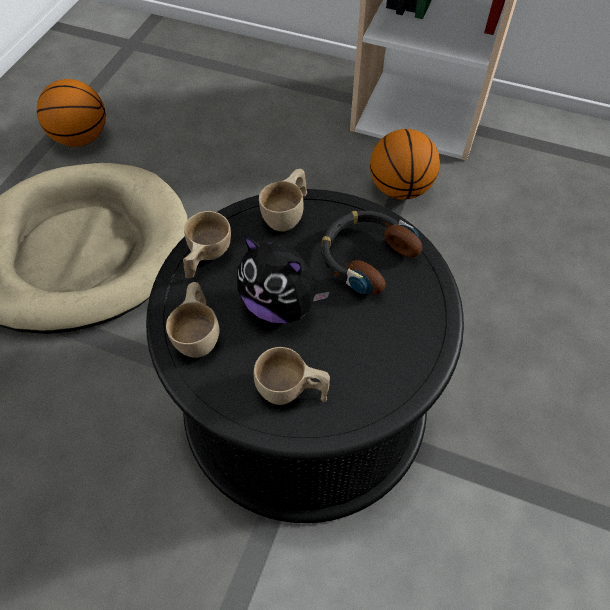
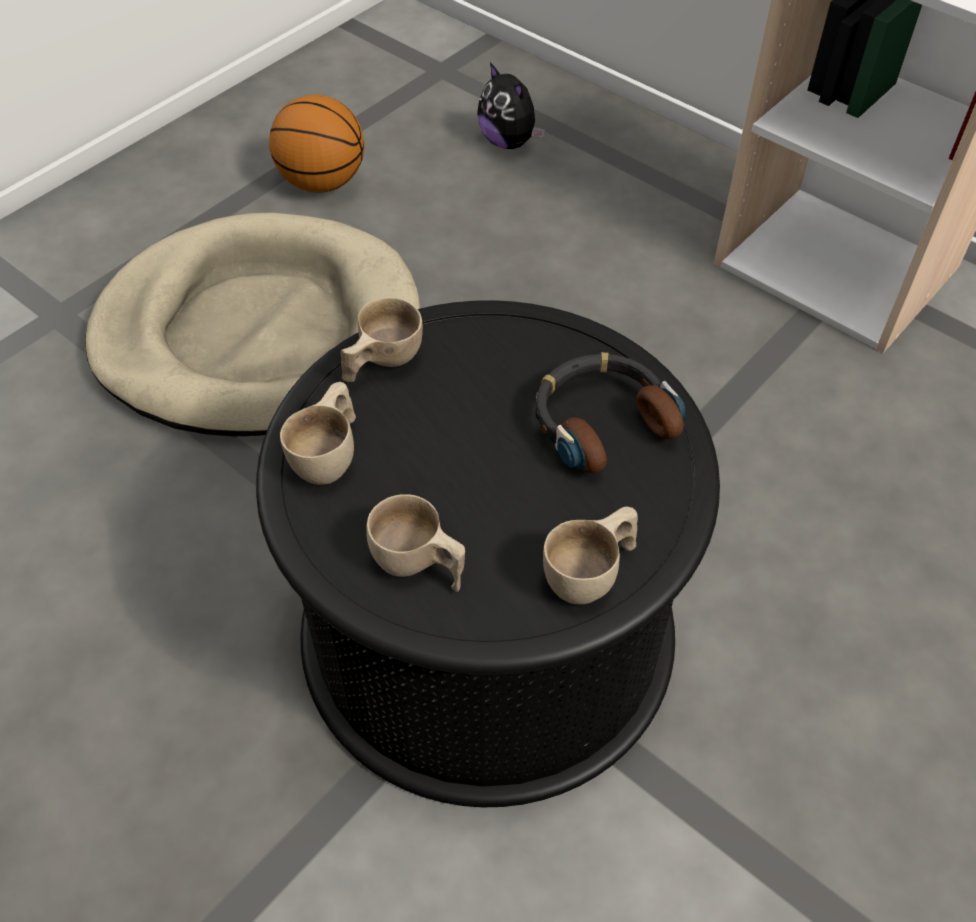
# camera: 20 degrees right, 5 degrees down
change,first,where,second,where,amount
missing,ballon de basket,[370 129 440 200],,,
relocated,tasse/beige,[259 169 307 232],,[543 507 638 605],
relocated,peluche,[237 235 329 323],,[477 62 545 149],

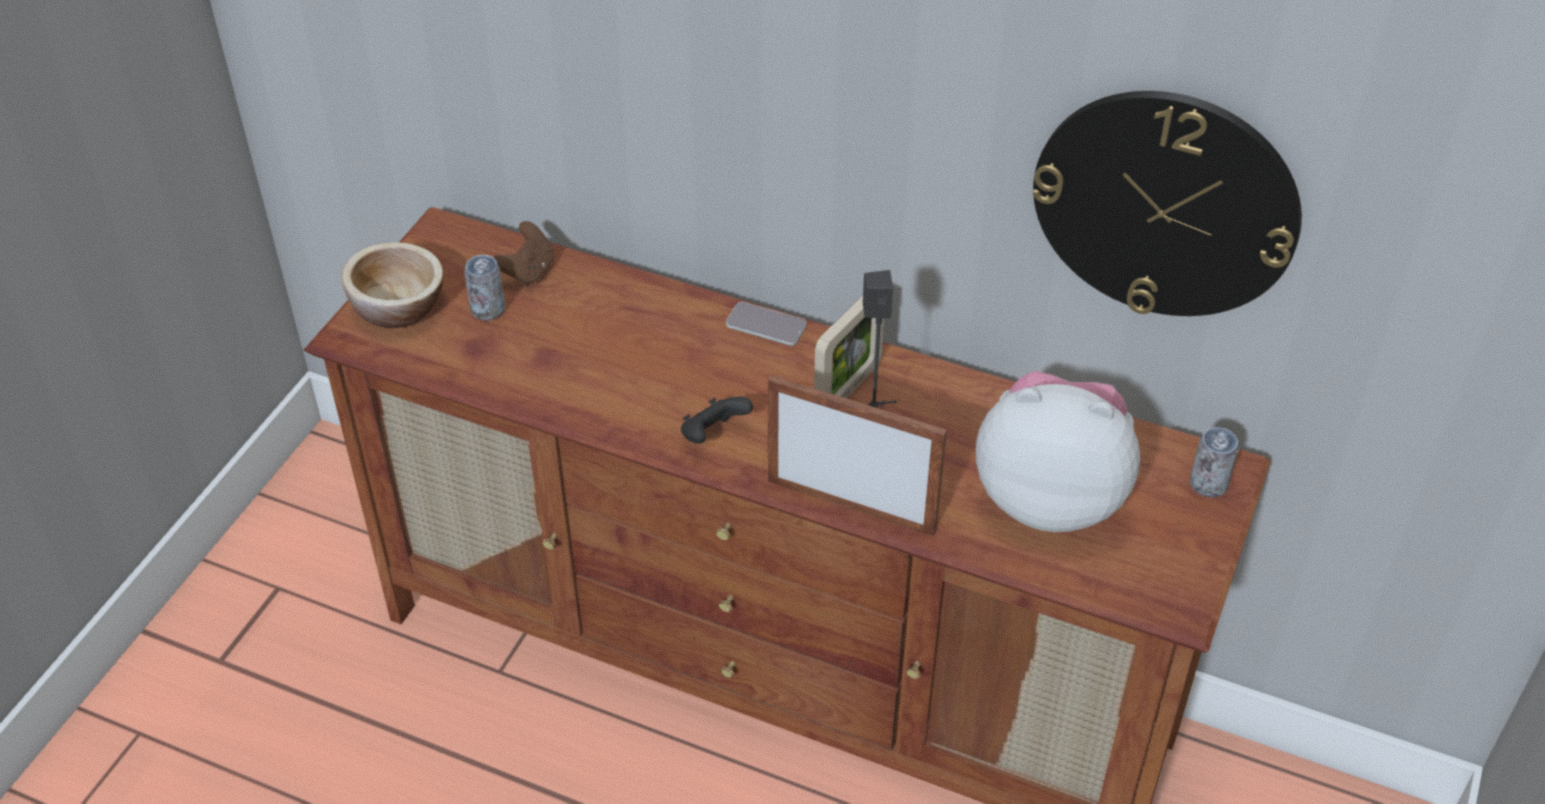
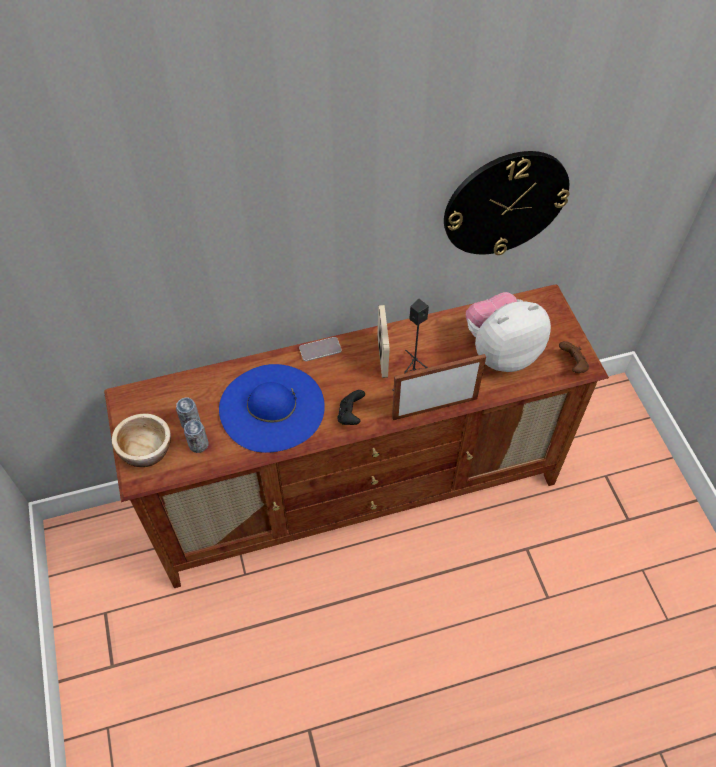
# camera: 40 degrees left, 10 degrees up
change,first,where,second,where,amount
relocated,manette/marron,[493 221 554 286],,[559 341 589 373],
relocated,boîte métallique,[1190 427 1239 498],,[184 419 208 453],
appeared,,,chapeau/bleu,[219 364 325 453],

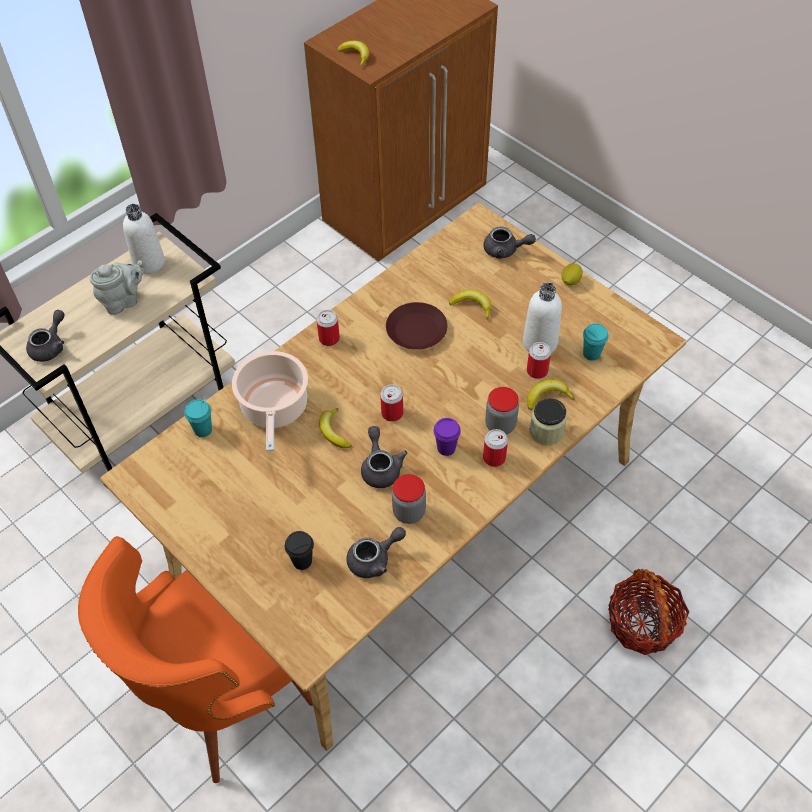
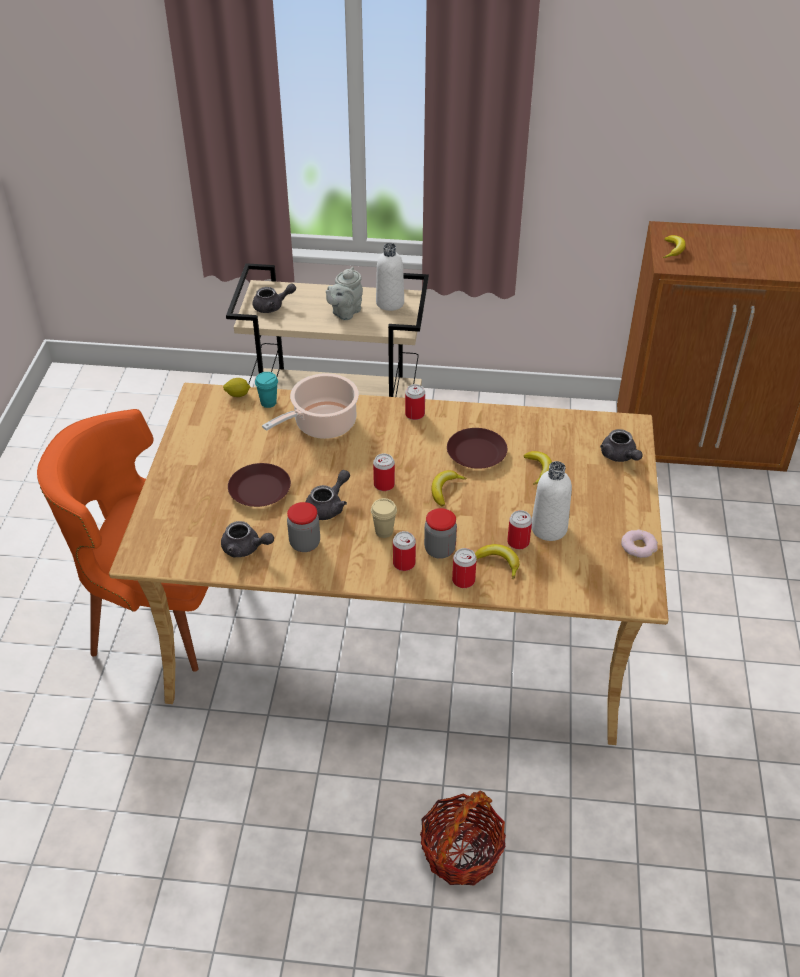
# camera: 50 degrees right, 10 degrees down
change,first,where,second,where,amount
spun,théière/gris,[90 260 146 315],,[326 267 363 320],105 degrees clockwise
relocated,citron,[561 263 583 285],,[223 378 250 397],
missing,tasse/turquoise,[583 323 609 361],,,
exchanged,bocal,[530 398 567 445],boîte métallique,[452 548 477 588],
relocated,banane,[319 408 352 448],,[431 470 467 506],
colour,tasse/violet,[433 418 461 456],tasse/beige,[371 498 397 538],
missing,tasse/noir,[285 531 314 570],,,
appeared,,,assiette/marron,[228 463 291 507],
appeared,,,beignet,[621 530 658 558],

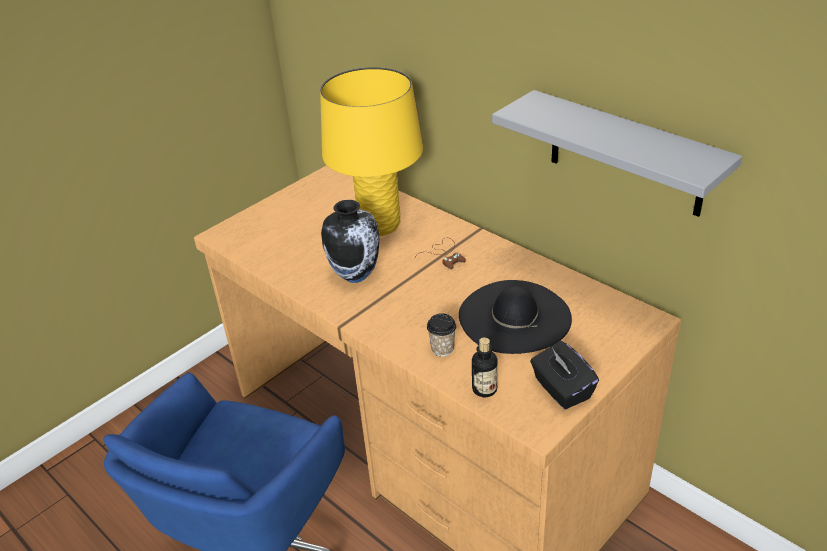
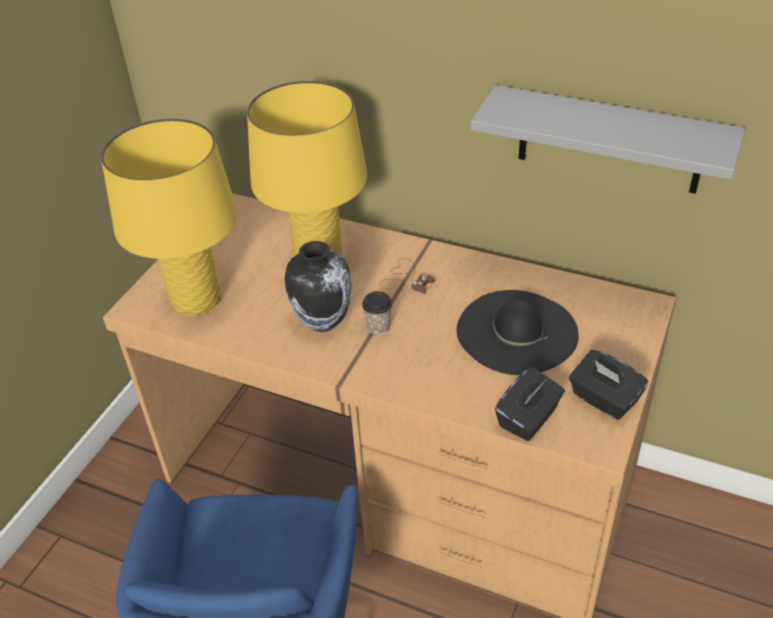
# camera: 20 degrees left, 5 degrees up
change,first,where,second,where,amount
relocated,tasse,[427 313 456 356],,[362 291 392 335],
exchanged,bouteille,[472 337 498 397],boîte à mouchoirs/noir,[495 367 565 441],
appeared,,,lampe de table/jaune,[101 119 238 316],

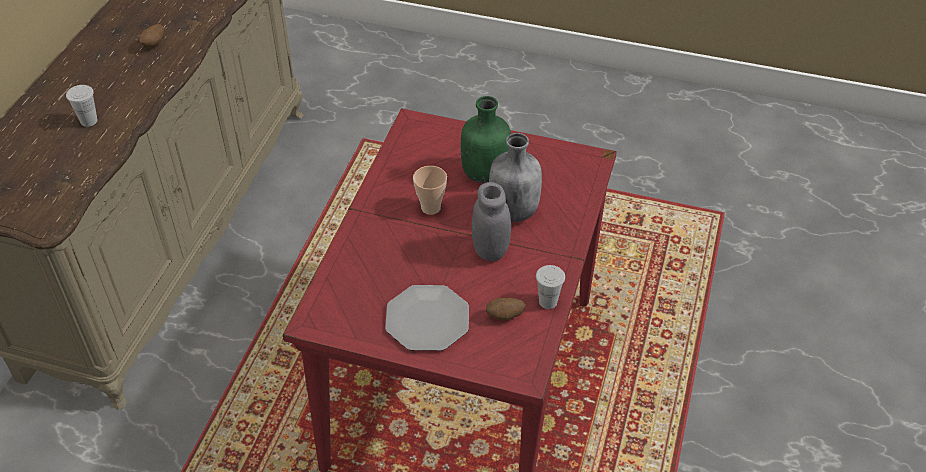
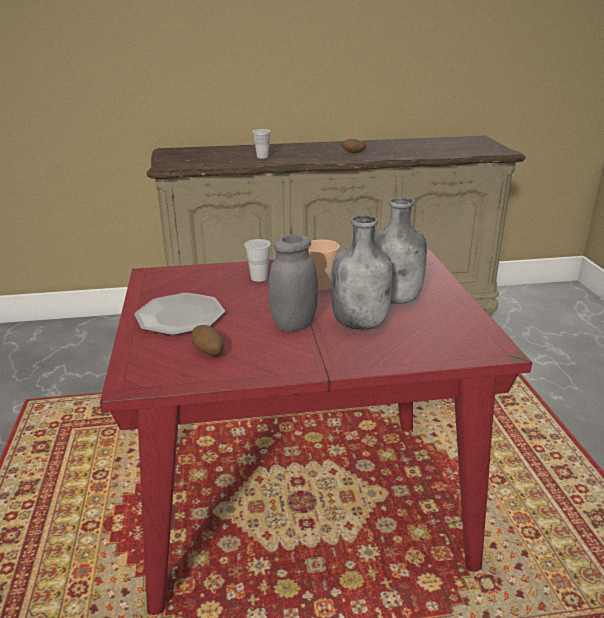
# camera: 65 degrees right, 20 degrees down
change,first,where,second,where,amount
colour,bouteille/vert,[461 96 511 184],bouteille/gris,[374 197 427 304],
relocated,tasse/blanc,[536 265 565 309],,[244 239 271 282],

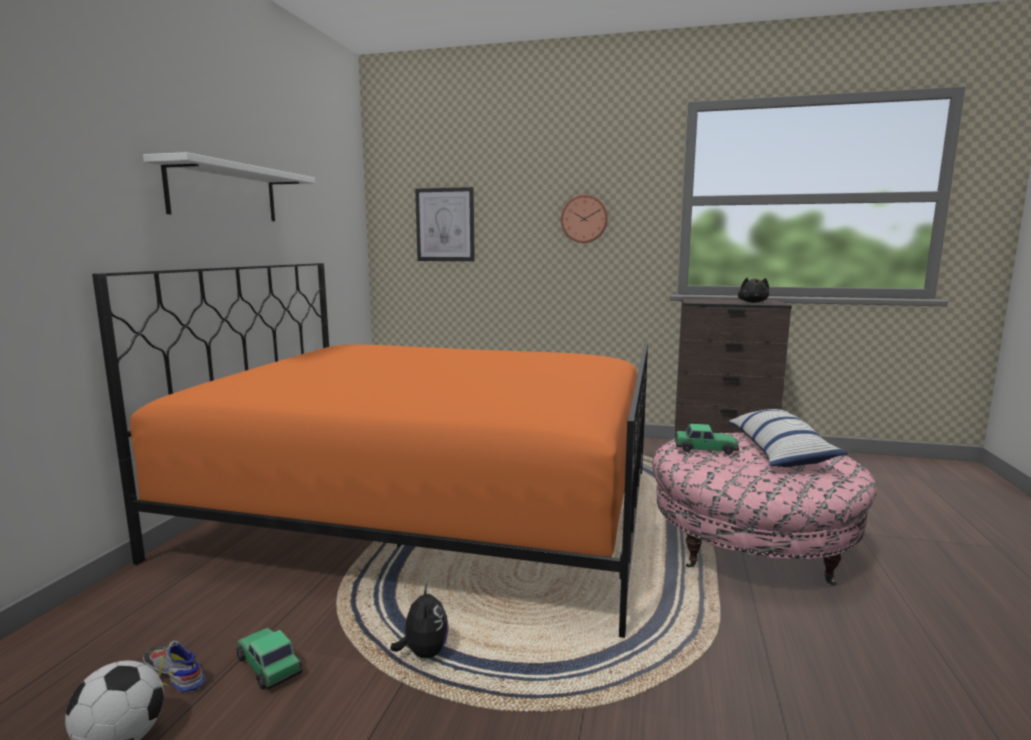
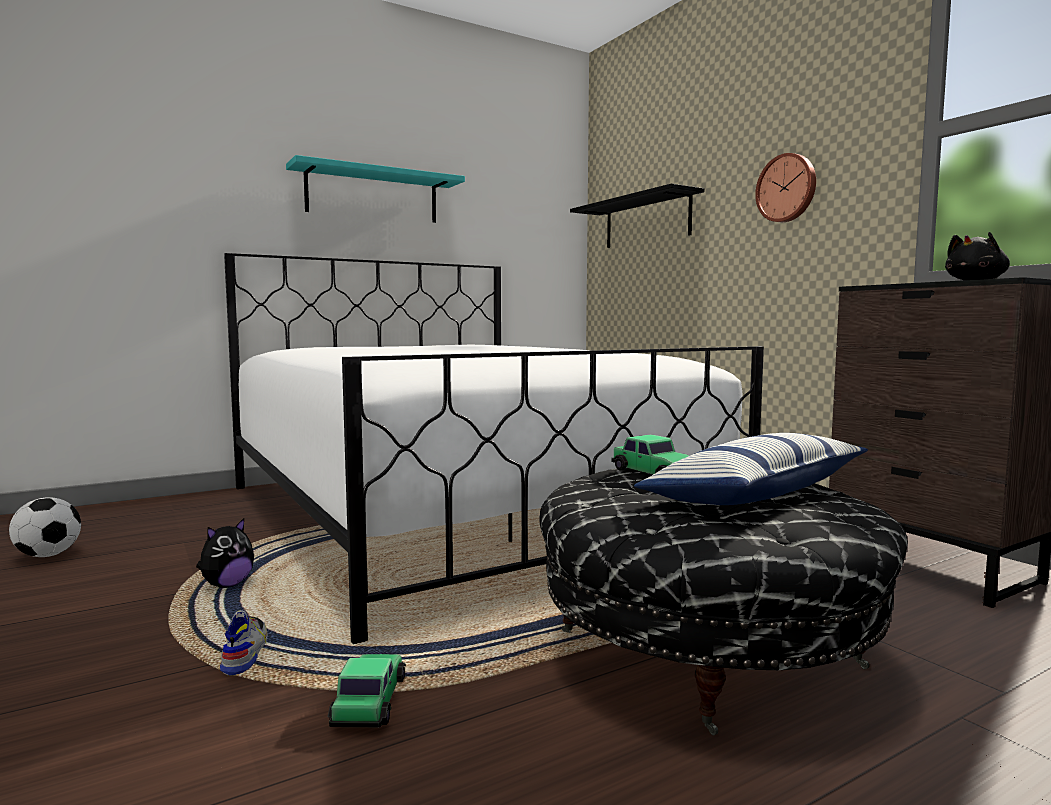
# camera: 45 degrees right, 5 degrees down
change,first,where,second,where,amount
colour,étagère/blanc,[143 152 315 221],étagère/turquoise,[286 155 465 223],
exchanged,tableau,[415 187 475 261],étagère/noir,[570 184 705 248],
colour,lit/orange,[92 263 648 638],lit/blanc,[224 253 764 644],
colour,pouf/rose,[652 432 877 586],pouf/noir,[539 468 908 736],
relocated,petite voiture,[236 628 303 690],,[328 654 406 727],
relocated,chaussure,[143 641 205 693],,[220 610 268 676],

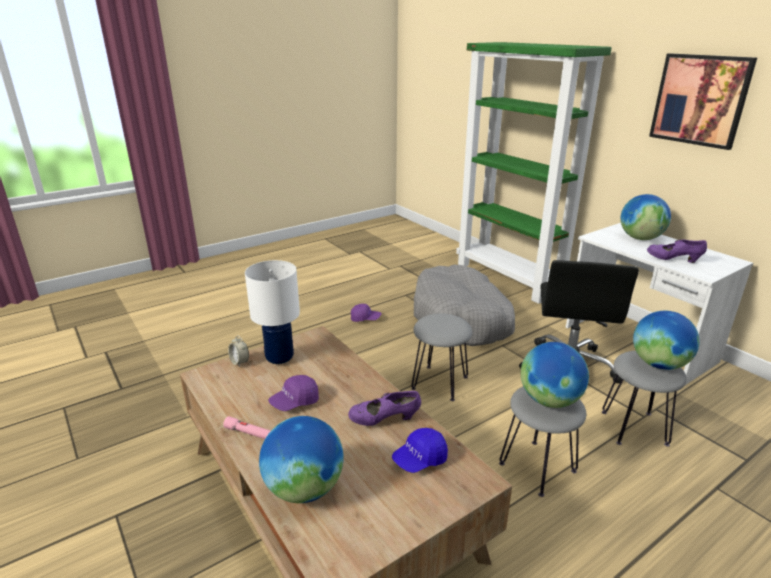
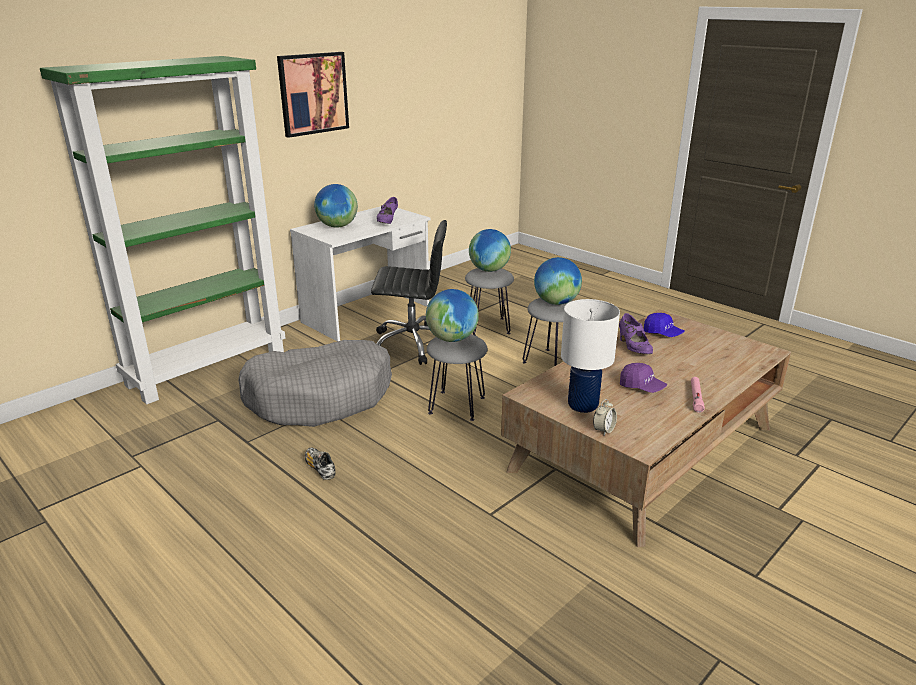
# camera: 100 degrees left, 0 degrees up
change,first,where,second,where,amount
exchanged,casquette/violet,[351 304 381 322],chaussure,[305 448 336 480],
relocated,globe,[259 416 344 503],,[426 289 479 342],

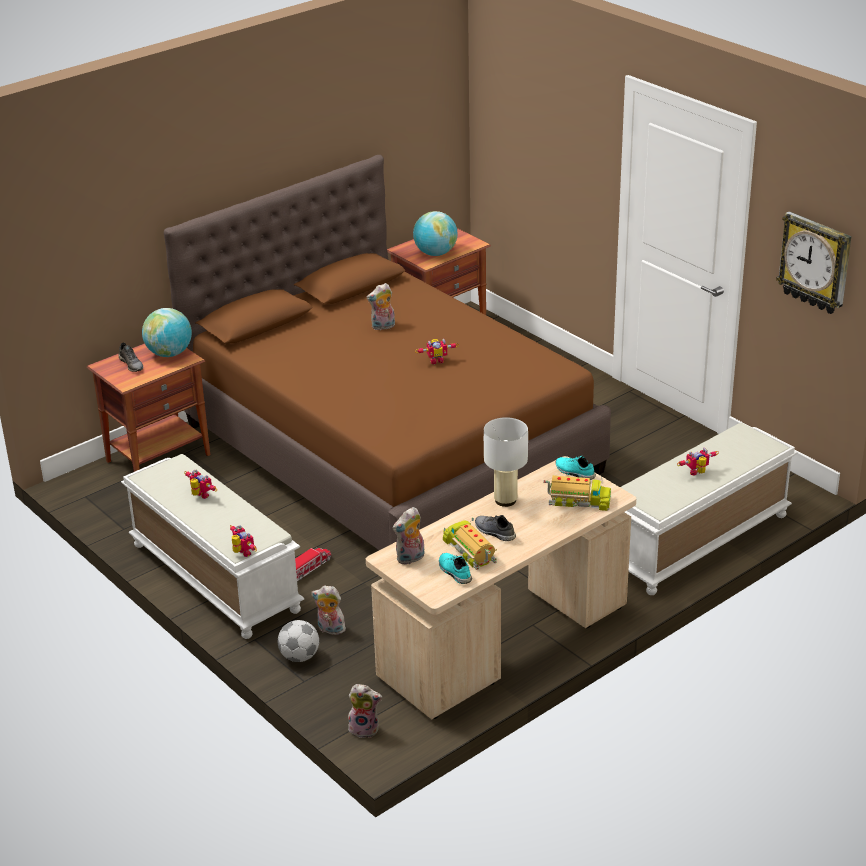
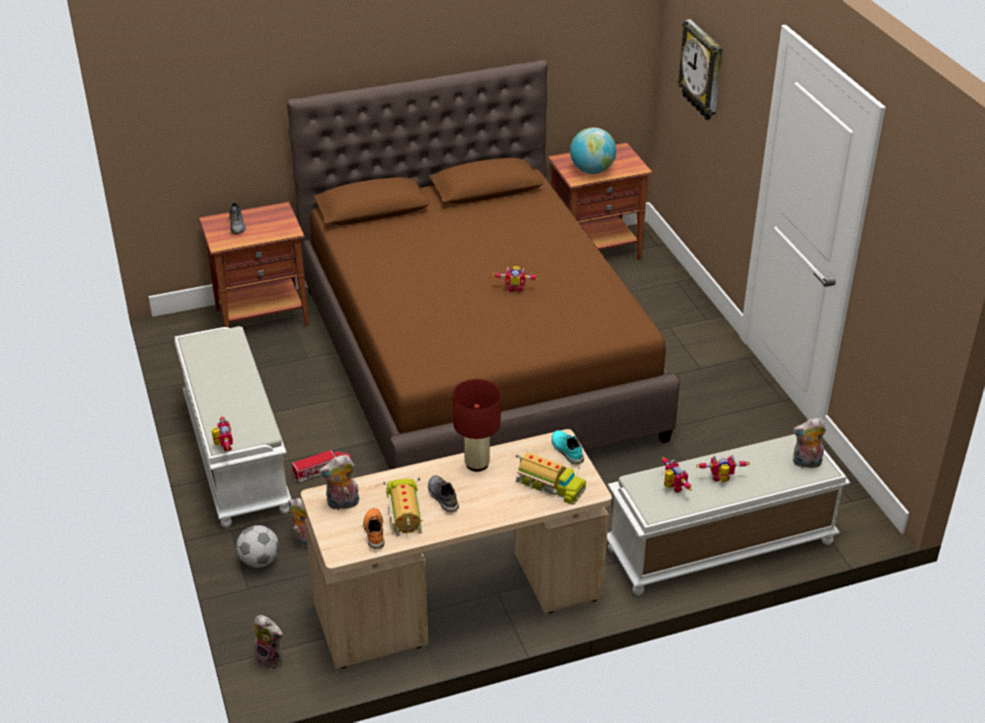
# camera: 20 degrees right, 5 degrees up
change,first,where,second,where,amount
relocated,horloge murale,[776 211 851 314],,[677 19 723 120],
relocated,peluche,[367 283 395 330],,[793 418 826 468],
missing,globe,[142 308 192 357],,,
colour,lampe de table/blanc,[484 417 528 507],lampe de table/rouge,[453 379 501 472],
relocated,robot jouet,[185 469 217 499],,[662 457 692 493],
colour,chaussure/turquoise,[439 553 472 584],chaussure/orange,[363 508 385 549],

